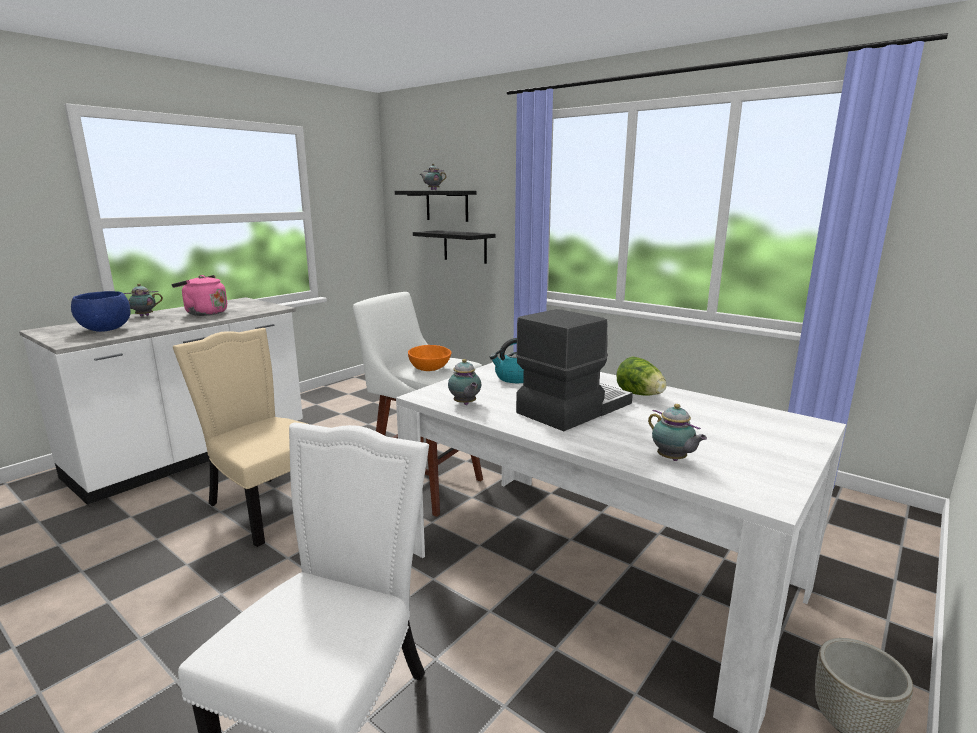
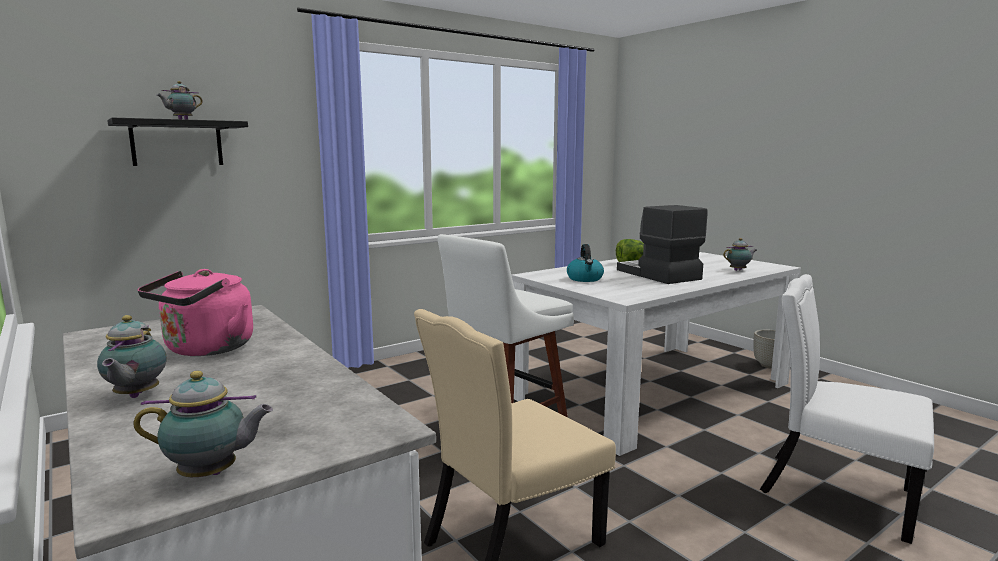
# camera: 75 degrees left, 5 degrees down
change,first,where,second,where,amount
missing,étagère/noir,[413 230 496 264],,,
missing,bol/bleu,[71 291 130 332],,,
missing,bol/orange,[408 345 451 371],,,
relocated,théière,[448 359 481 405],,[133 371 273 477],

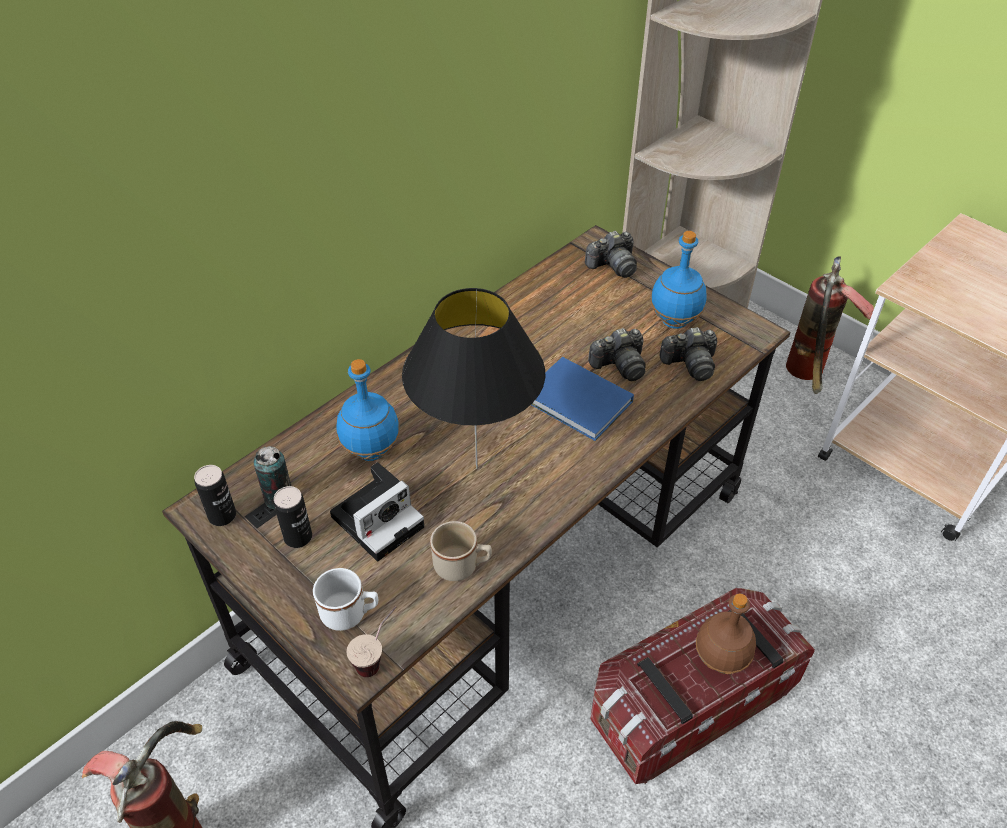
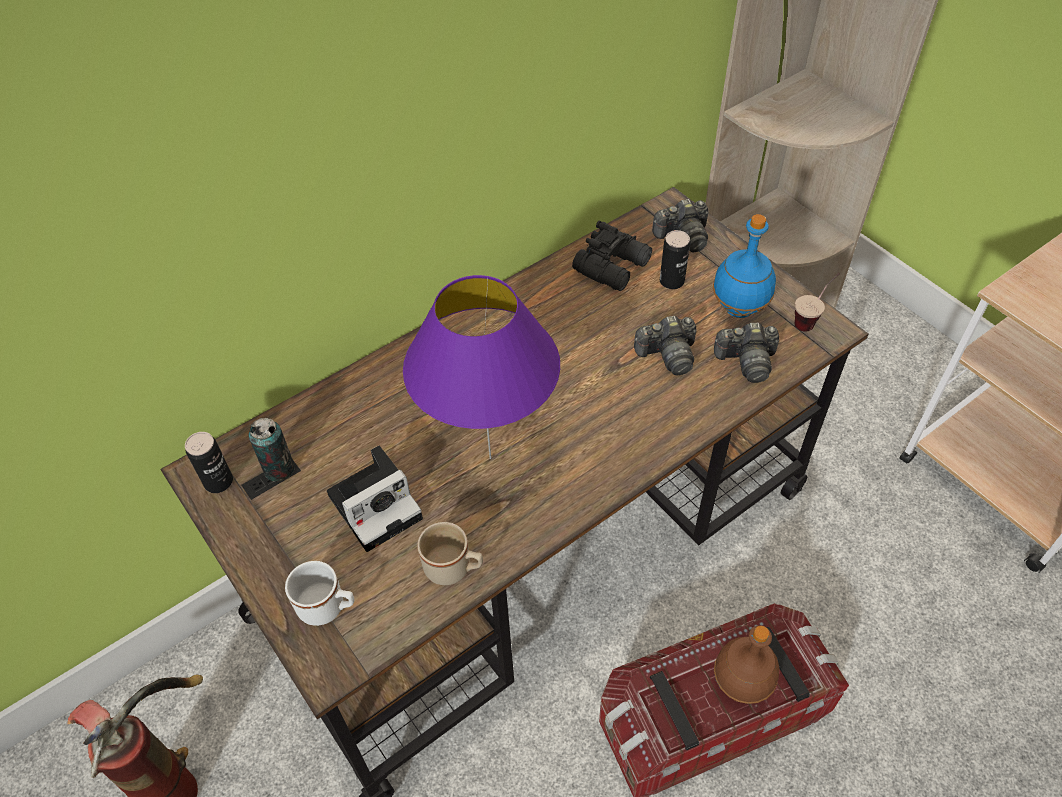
# camera: 10 degrees right, 5 degrees up
change,first,where,second,where,amount
missing,extincteur,[786 256 874 394],,,
colour,lampe de table/noir,[402 288 545 469],lampe de table/violet,[403 275 560 459],
missing,livre/bleu,[531 357 634 441],,,
missing,bouteille/bleu,[336 359 400 461],,,
relocated,boîte métallique,[274 486 312 548],,[660 230 690 289],
relocated,tasse,[347 606 397 677],,[794 273 840 332],
appeared,,,jumelles/noir,[572 221 652 291],

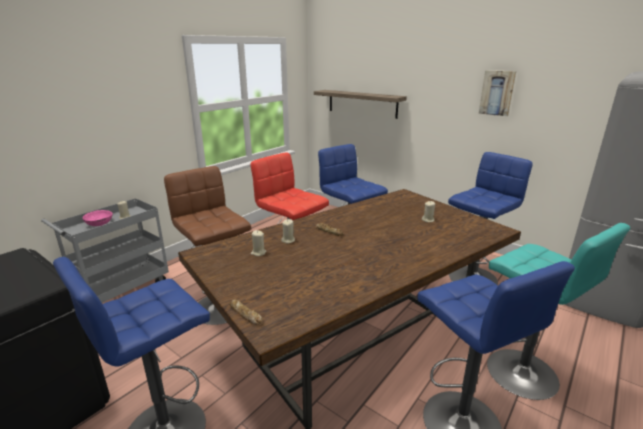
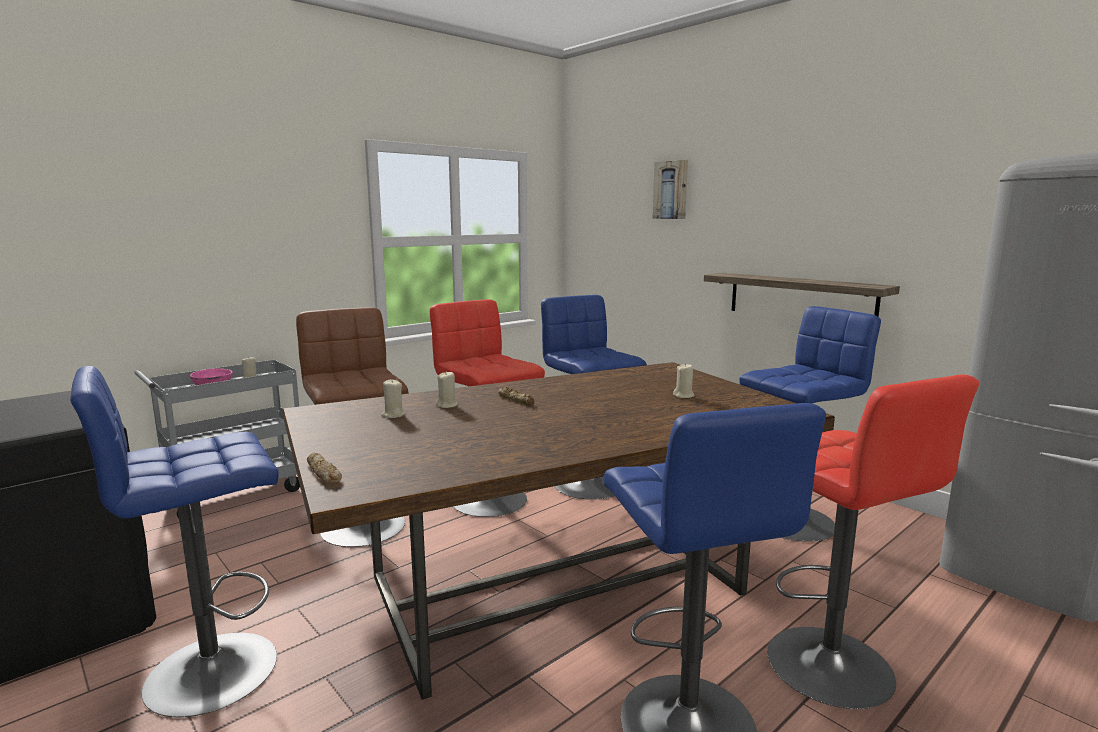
# camera: 10 degrees right, 10 degrees down
change,first,where,second,where,amount
relocated,tableau,[479 70 516 116],,[652 160 688 219],
relocated,étagère,[314 90 407 119],,[704 273 900 317],
colour,tabouret/turquoise,[487 223 630 400],tabouret/rouge,[767 374 979 709],

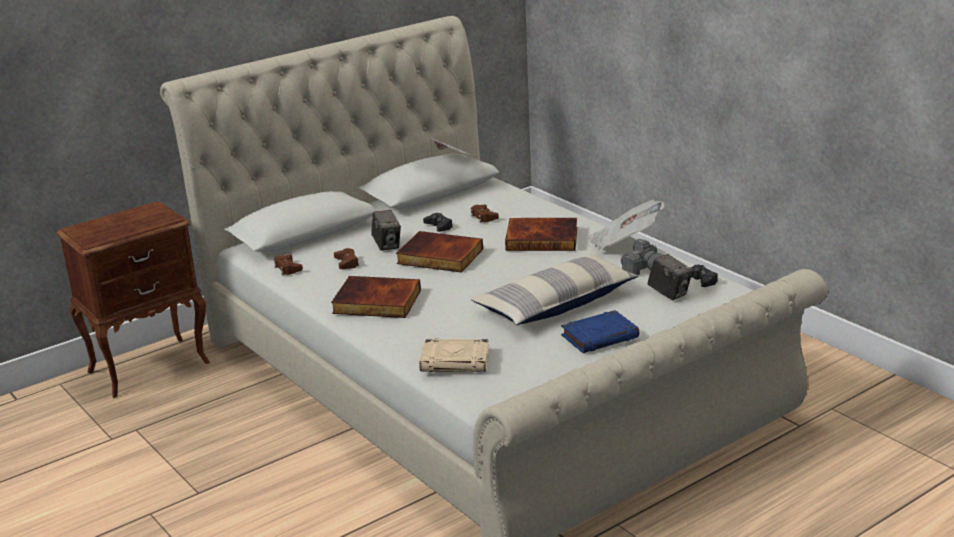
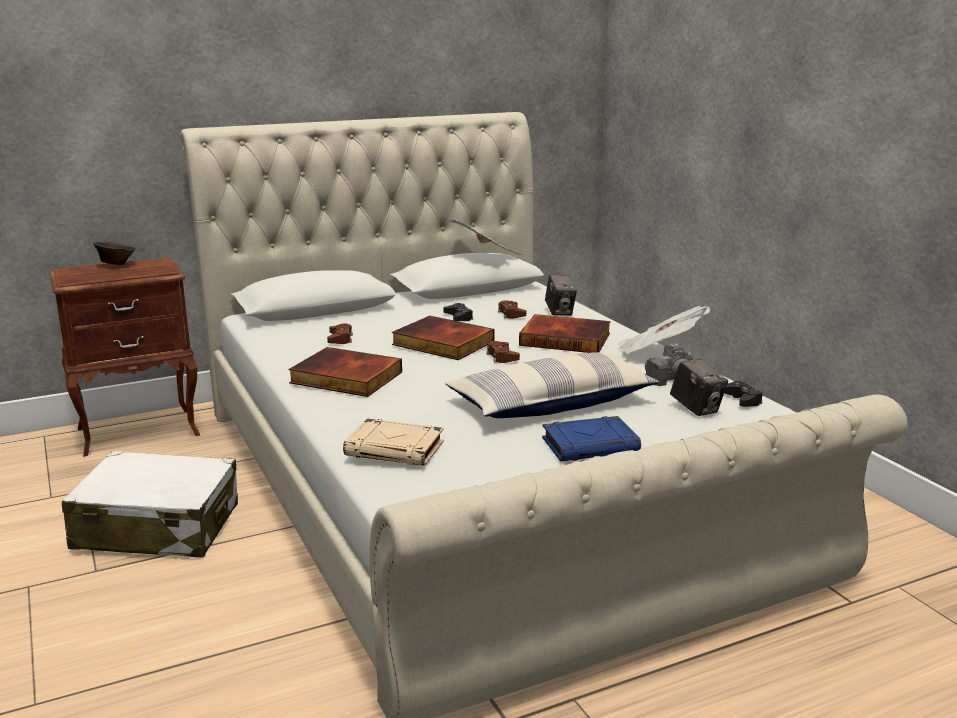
# camera: 10 degrees right, 5 degrees down
change,first,where,second,where,amount
relocated,appareil photo,[371 210 401 251],,[545 274 577 316],
relocated,manette/marron,[274 255 303 275],,[486 341 520 363],
appeared,,,bol/marron,[93 242 136 265],
appeared,,,valise/blanc,[62 451 238 558],

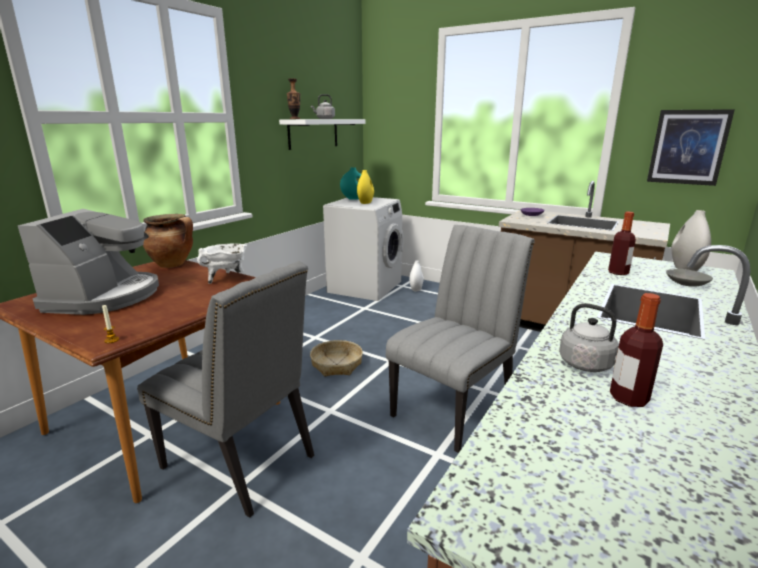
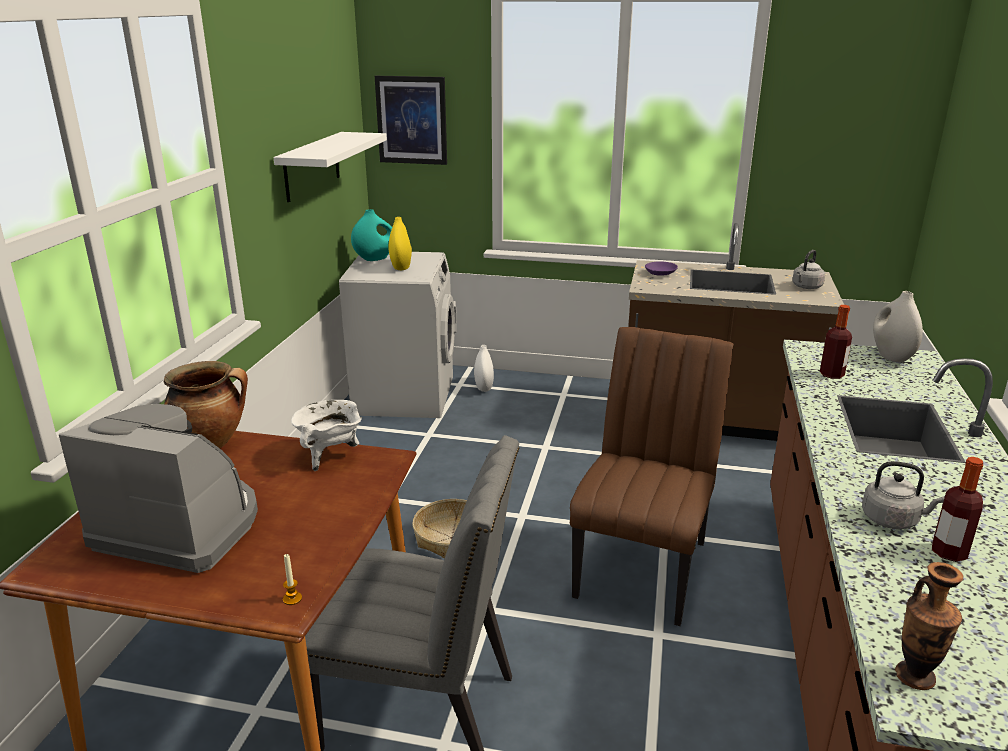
# camera: 20 degrees left, 5 degrees up
change,first,where,second,where,amount
relocated,vase,[287 78 300 119],,[895 562 964 690],
relocated,bouilloire/gris,[311 94 335 119],,[792 250 825 289],
relocated,tableau,[647 109 735 186],,[375 76 447 165],
spun,machine à café,[18 209 159 315],,[59 404 258 573],60 degrees counterclockwise
colour,chaise/gris,[385 225 534 453],chaise/marron,[570 327 734 626],
missing,bol/gris,[666 269 713 287],,,

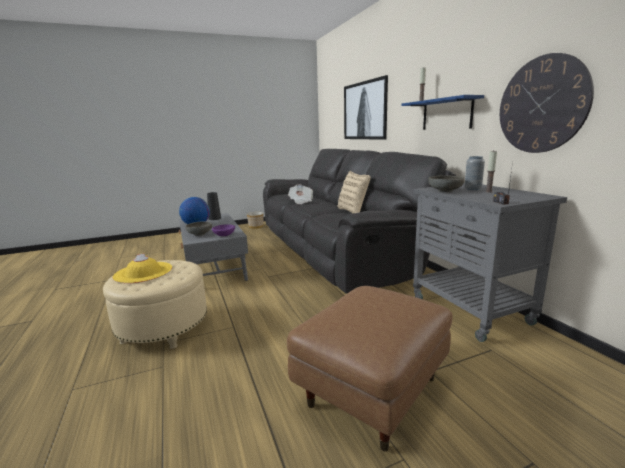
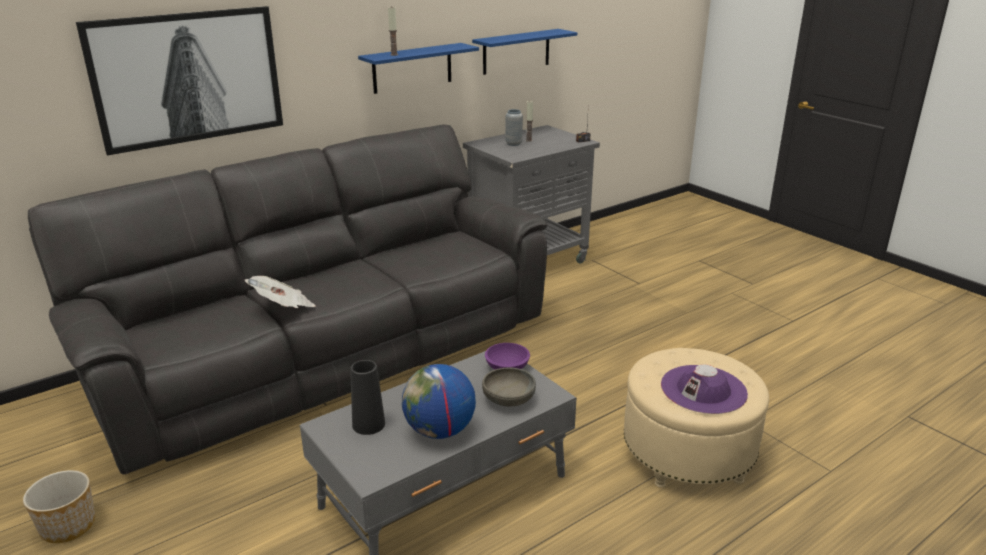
# camera: 105 degrees left, 10 degrees up
change,first,where,second,where,amount
exchanged,horloge murale,[500 53 594 153],étagère/bleu,[472 29 577 75],
missing,coussin/beige,[337 171 371 214],,,
missing,bol/gris,[428 175 464 192],,,
colour,chapeau/jaune,[113 254 172 283],chapeau/violet,[661 364 748 414],
missing,pouf/marron,[287 286 453 451],,,

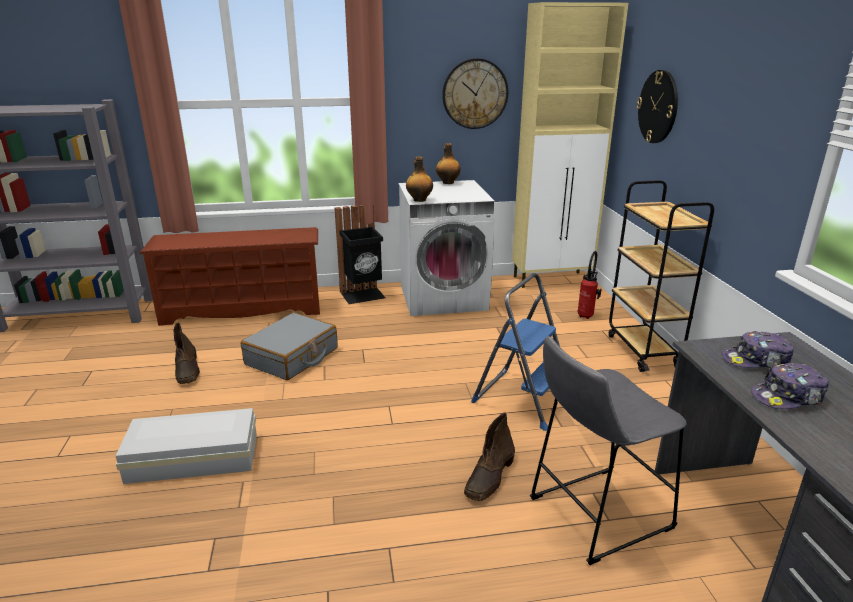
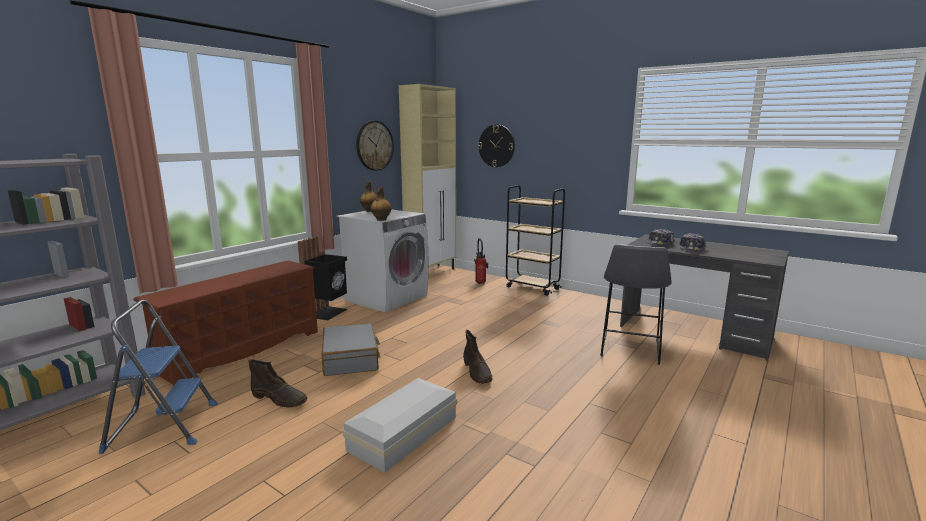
# camera: 45 degrees left, 10 degrees down
change,first,where,second,where,amount
relocated,escabeau/bleu,[471 273 560 431],,[99 300 218 454],
relocated,botte/marron,[464 413 515 501],,[463 330 493 384],

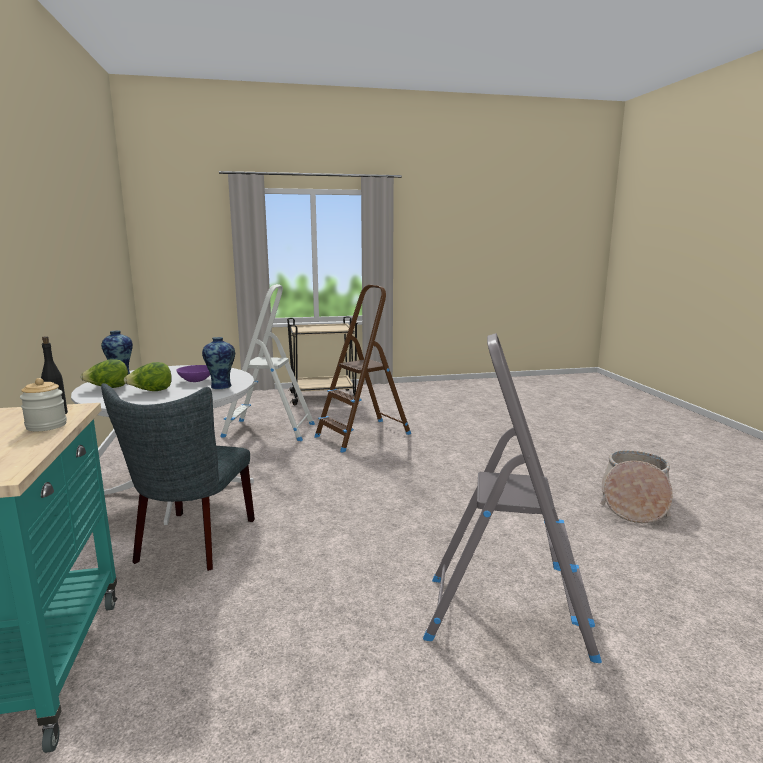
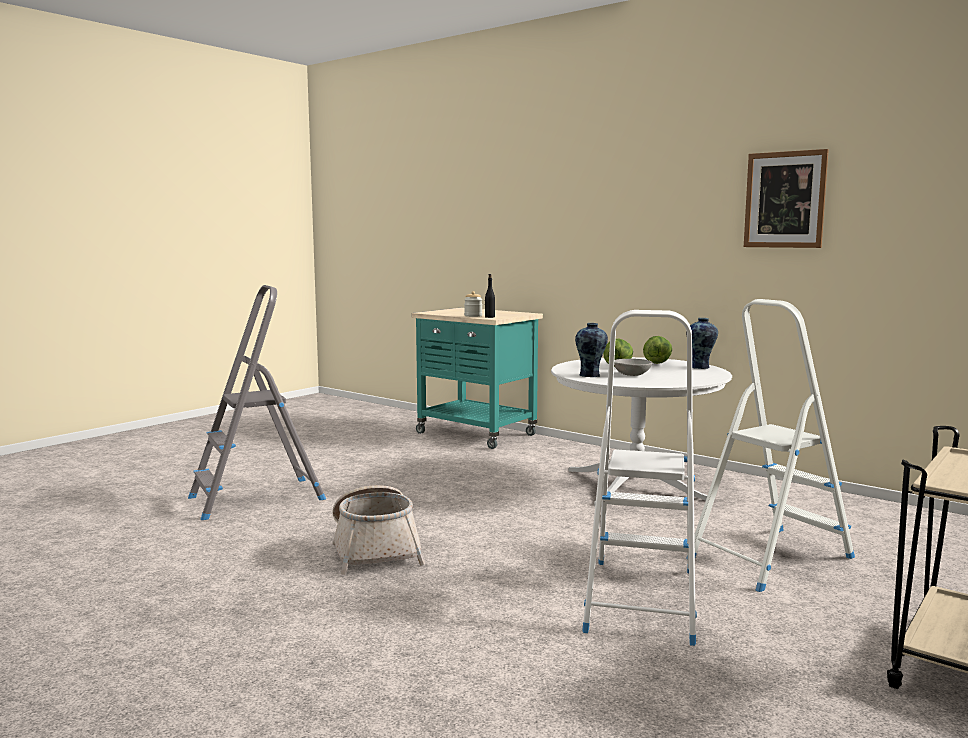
# camera: 140 degrees right, 5 degrees down
change,first,where,second,where,amount
colour,escabeau/marron,[314 285 411 453],escabeau/blanc,[582 310 697 646],
colour,bol/violet,[176 365 210 382],bol/gris,[614 359 653 376],
missing,chaise/gris,[101 383 255 571],,,
relocated,panier,[600 450 673 523],,[332 485 425 575],
appeared,,,tableau,[744 149 829 248],

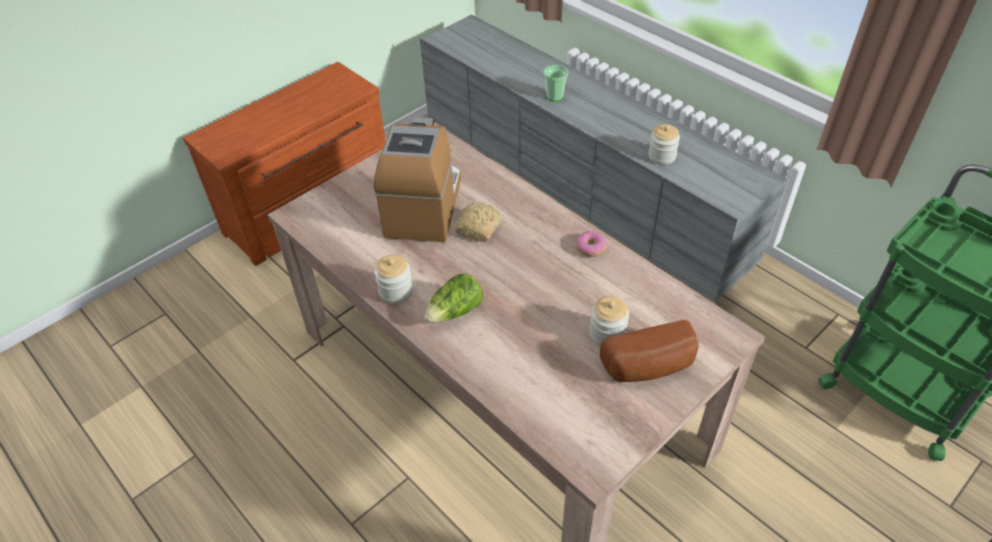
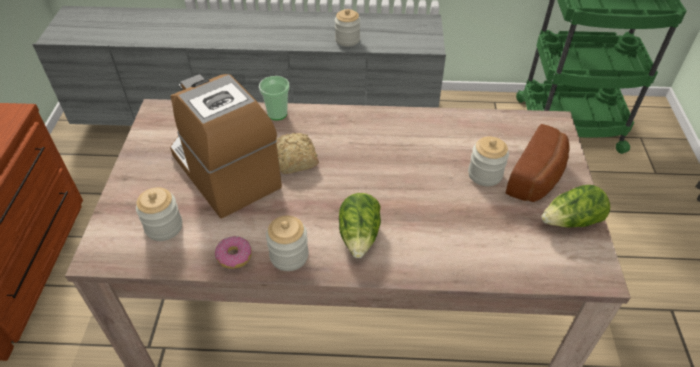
# camera: 45 degrees left, 0 degrees up
change,first,where,second,where,amount
relocated,tasse,[544 65 568 102],,[259 76 289 120],
relocated,beignet,[576 231 606 257],,[215 236 252 269],
appeared,,,laitue,[541 185 610 227],
appeared,,,bocal,[136 188 182 241],

